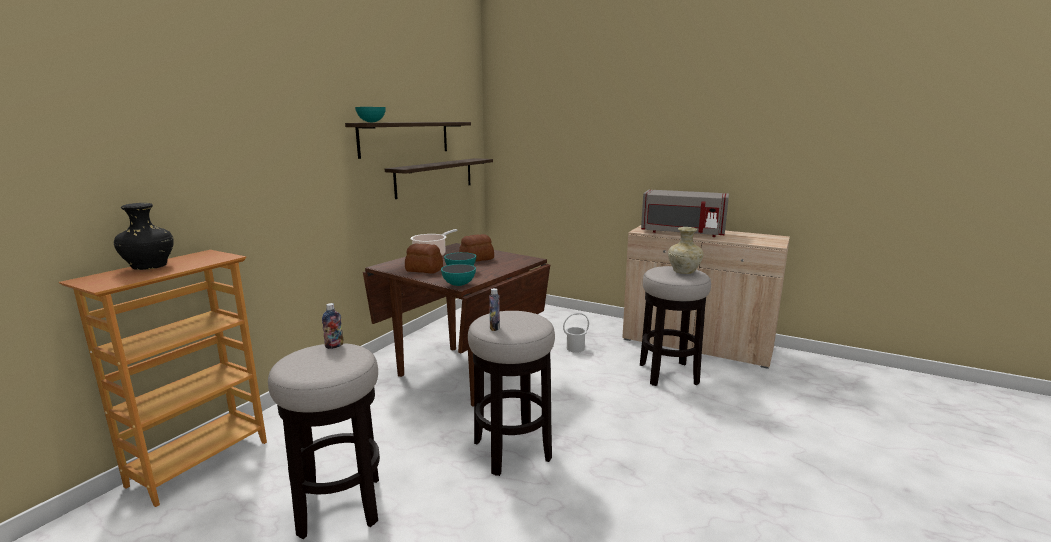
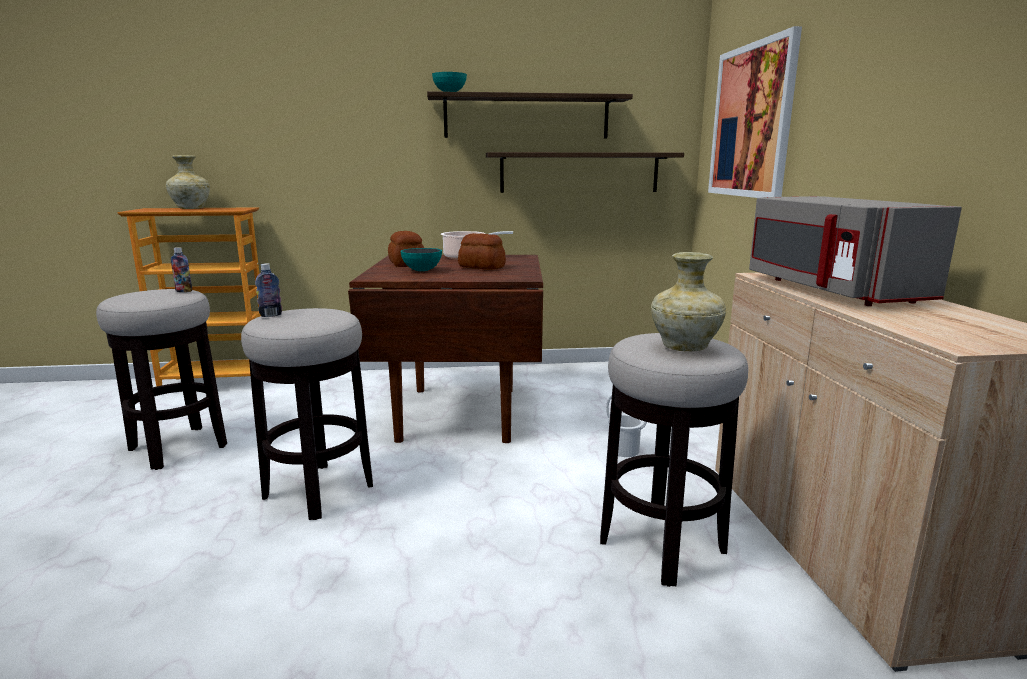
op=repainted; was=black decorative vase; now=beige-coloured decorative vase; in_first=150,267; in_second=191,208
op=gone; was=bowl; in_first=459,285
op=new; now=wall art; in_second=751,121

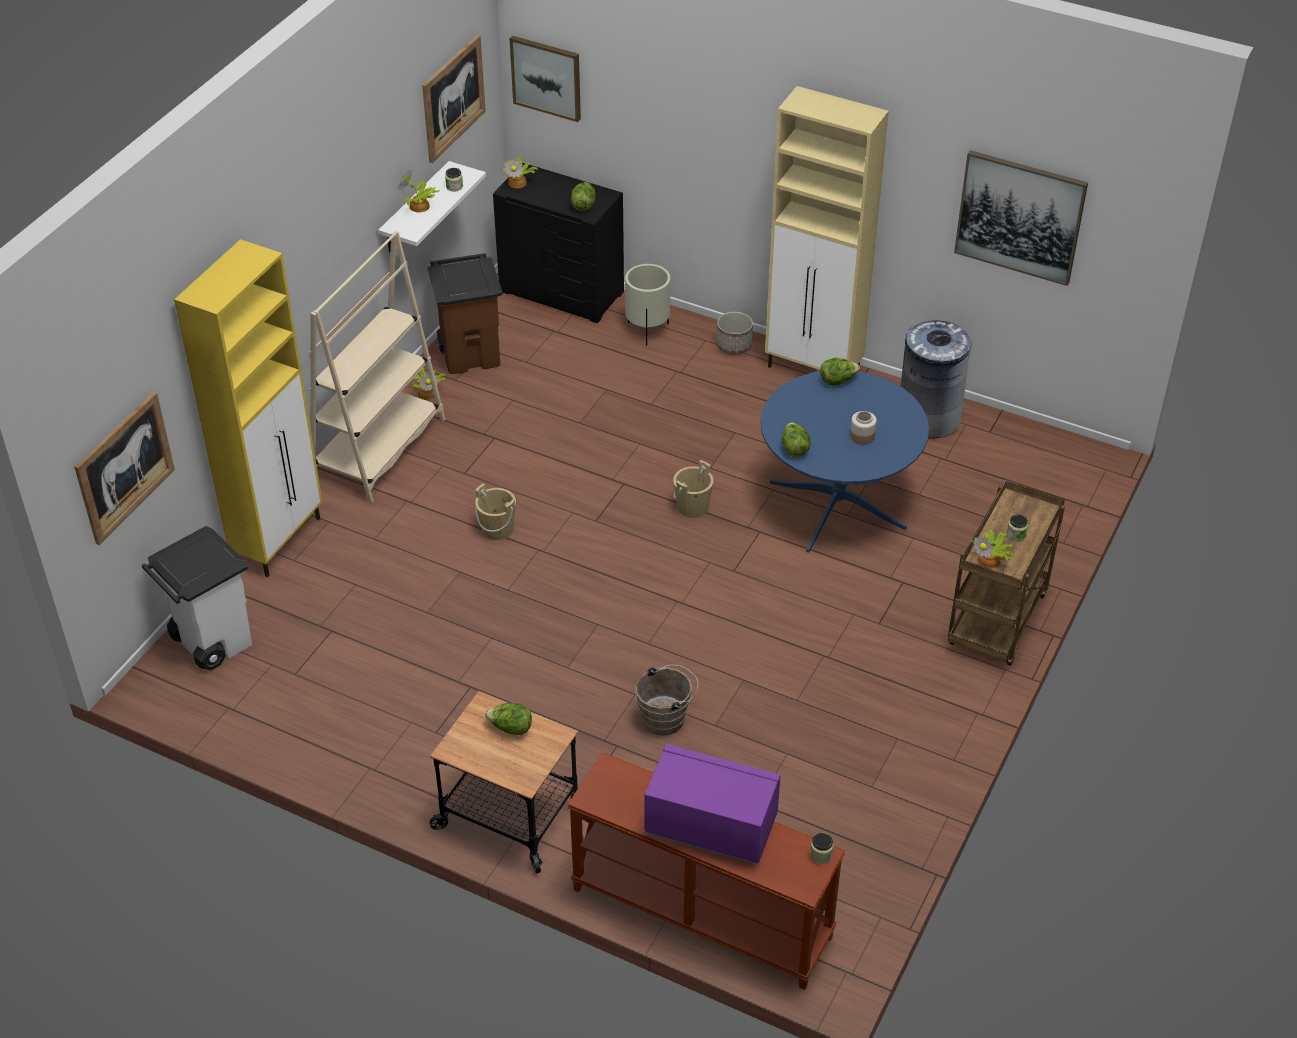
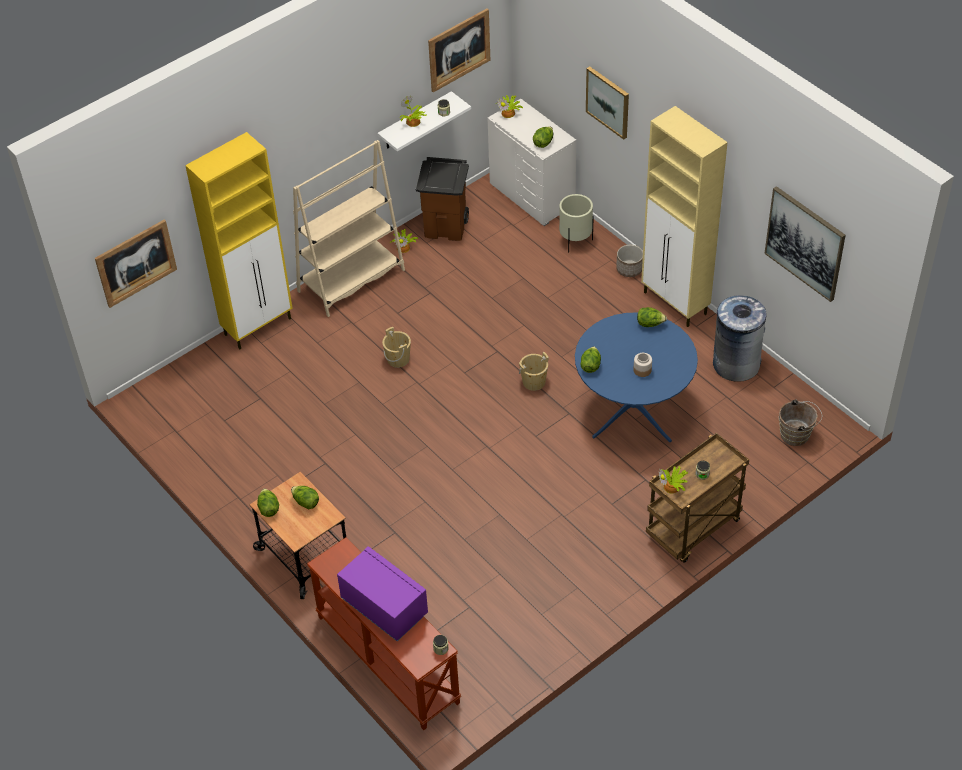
op=shifted; was=wall art; in_first=546,77; in_second=608,102
op=repainted; was=black chest of drawers; now=whitish chest of drawers; in_first=562,291; in_second=533,195
op=gone; was=whitish rubbish bin; in_first=211,641
op=shifted; was=brownish pail; in_first=667,718; in_second=797,435
op=new; now=lettuce; in_second=268,508

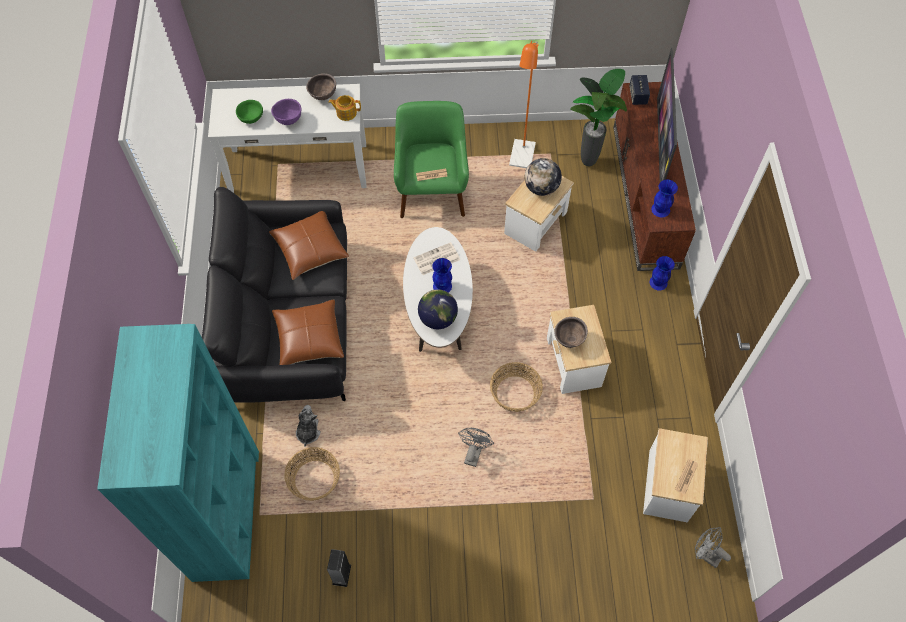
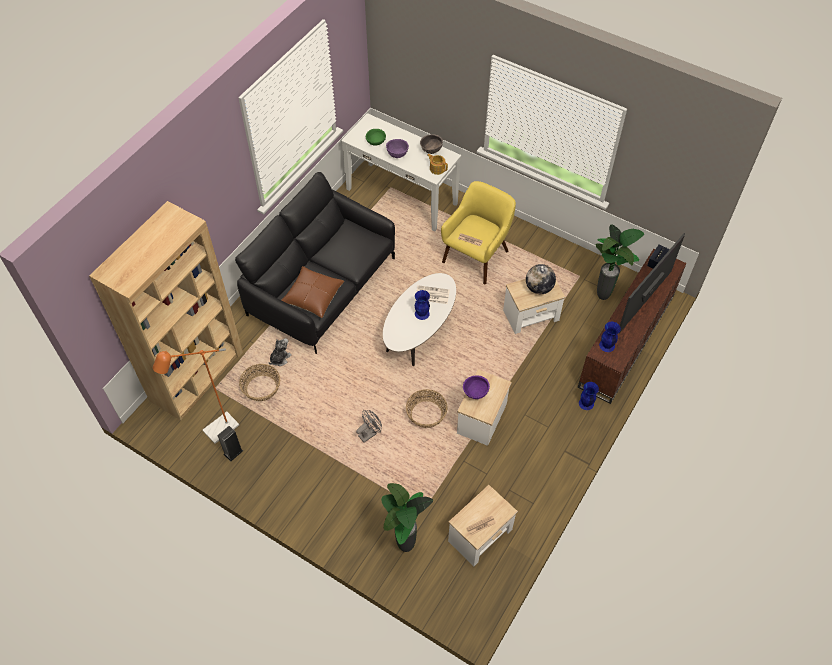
op=shifted; was=orange standing lamp; in_first=521,160; in_second=216,432
op=repainted; was=green-coloured armchair; now=yellow armchair; in_first=432,191; in_second=476,256
op=gone; was=brownish cushion; in_first=310,250
op=gone; was=globe; in_first=438,319
op=repainted; was=brownish bowl; now=purple bowl; in_first=569,339; in_second=475,393
op=repainted; was=turquoise shelving unit; now=brownish shelving unit; in_first=226,513; in_second=197,376
op=gone; was=greyish fan; in_first=705,554
op=new; now=plant in a pot; in_second=405,547

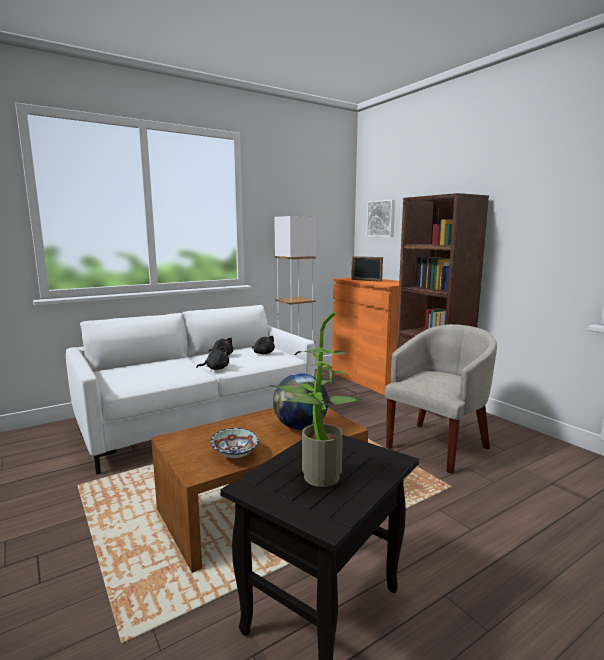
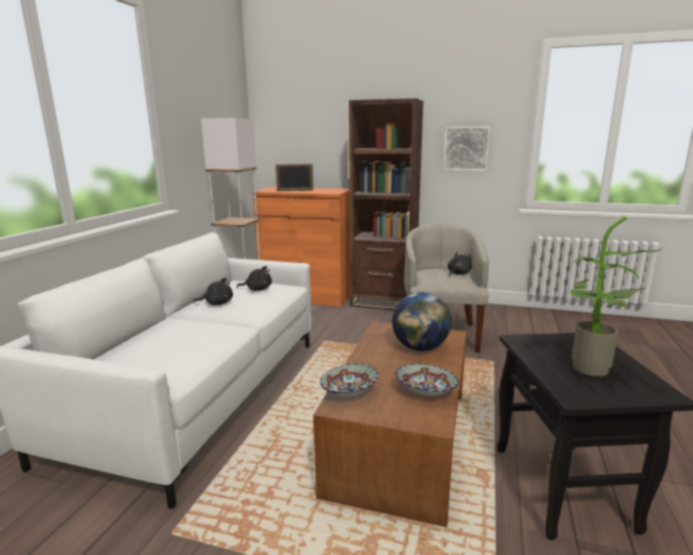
op=shifted; was=wall art; in_first=381,218; in_second=466,148
op=shifted; was=black plush toy; in_first=216,369; in_second=458,273
op=new; now=bowl; in_second=350,393

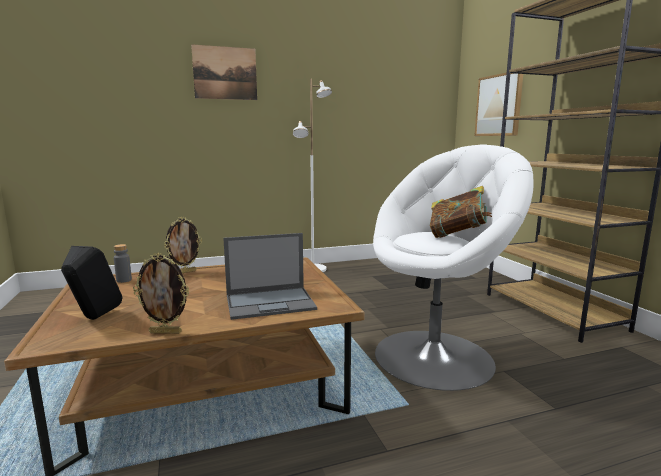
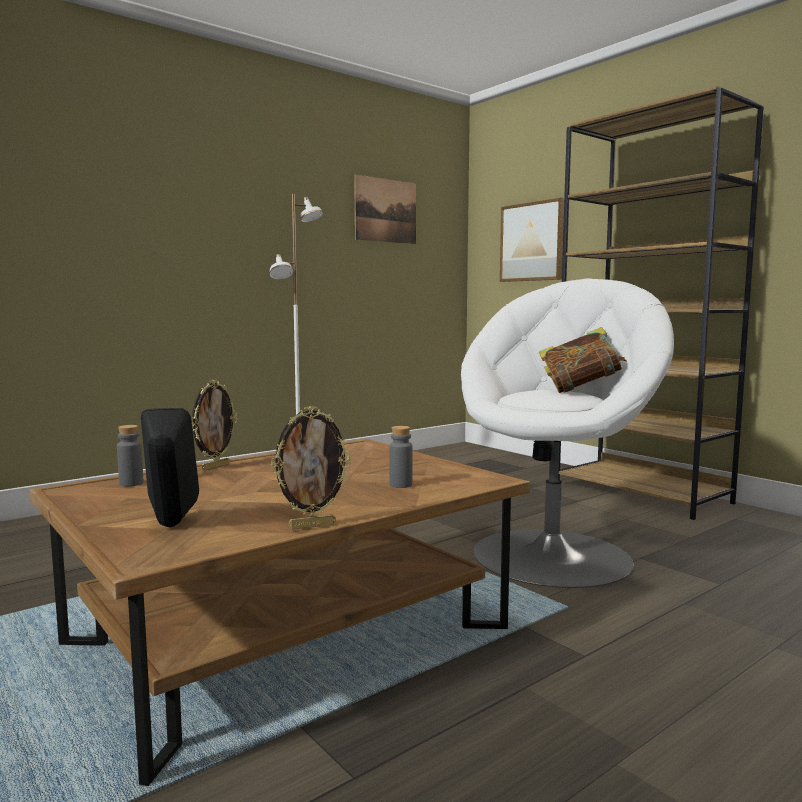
op=shifted; was=wall art; in_first=225,73; in_second=385,210
op=swapped; was=laptop; now=greyish drink bottle; in_first=271,302; in_second=400,485

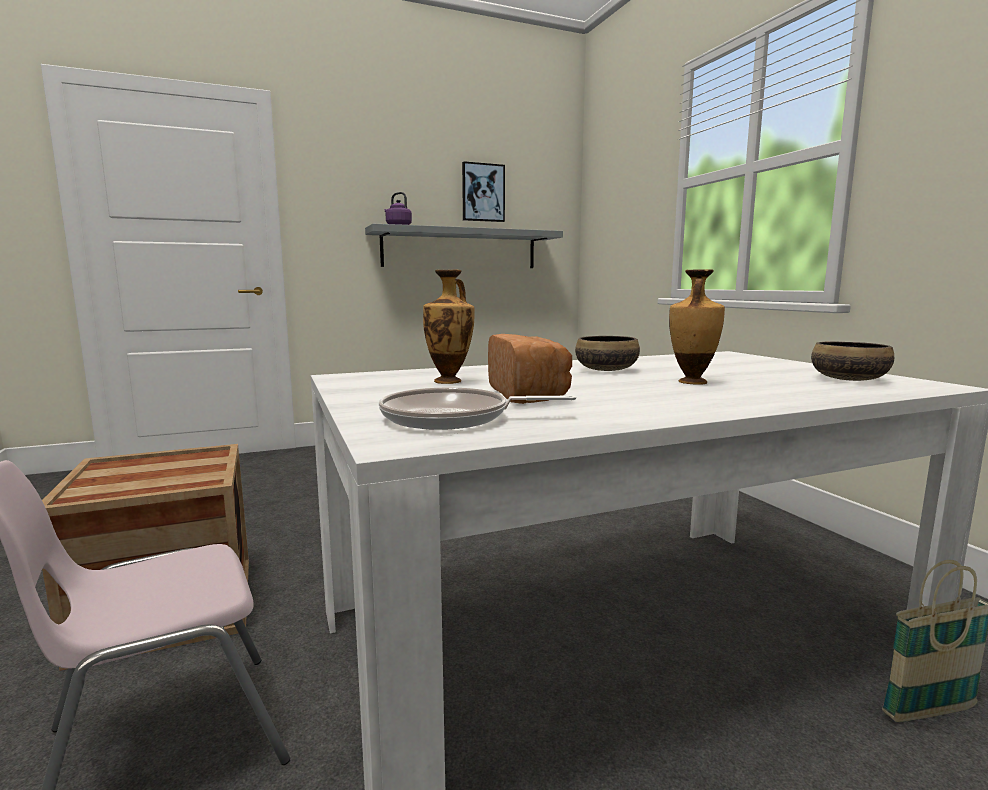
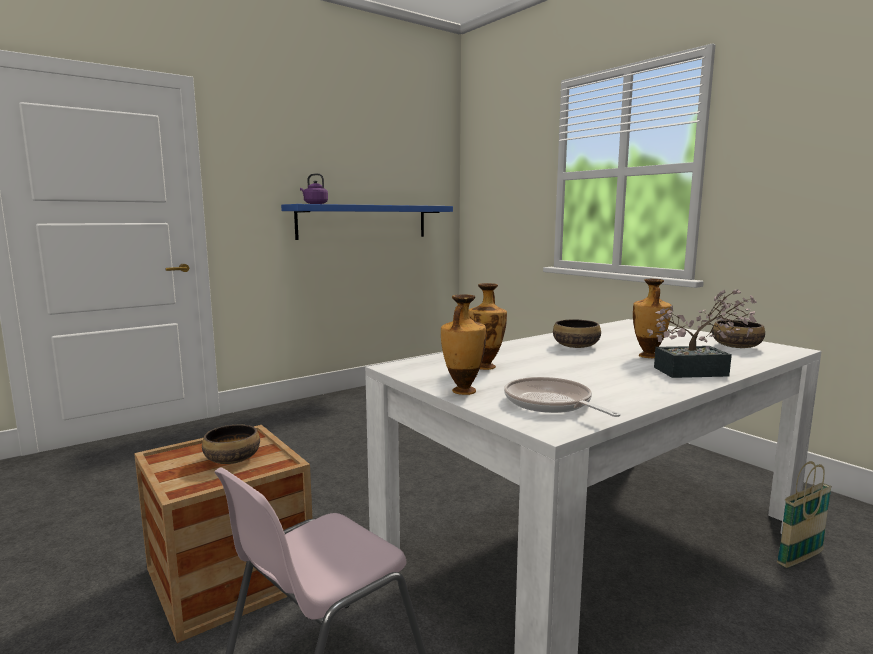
op=gone; was=wall art; in_first=483,192
op=repainted; was=greyish bracket shelf; now=bluish bracket shelf; in_first=460,249; in_second=363,222
op=gone; was=bakery bread; in_first=529,394
op=rotated; was=pan; in_first=453,418; in_second=551,404; clockwise=75
op=new; now=plant in a pot; in_second=698,371
op=new; now=decorative vase; in_second=462,391
op=new; now=bowl; in_second=232,459

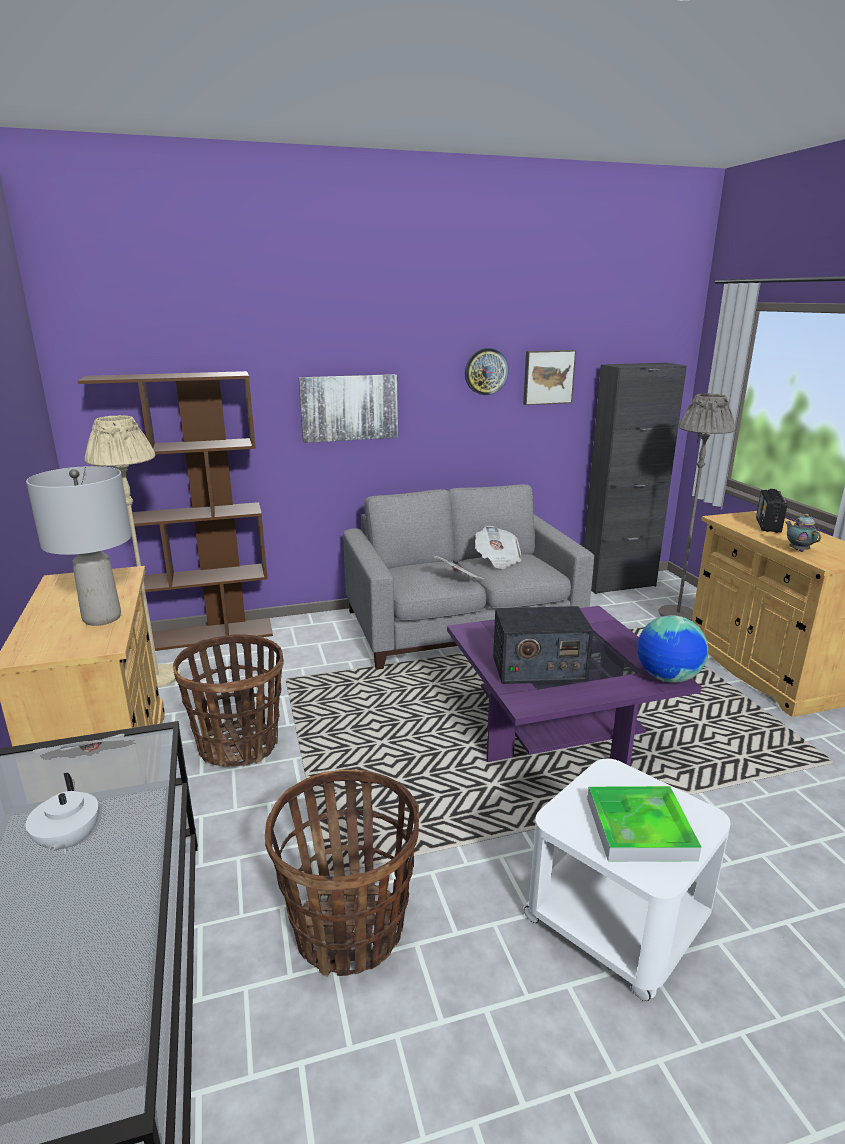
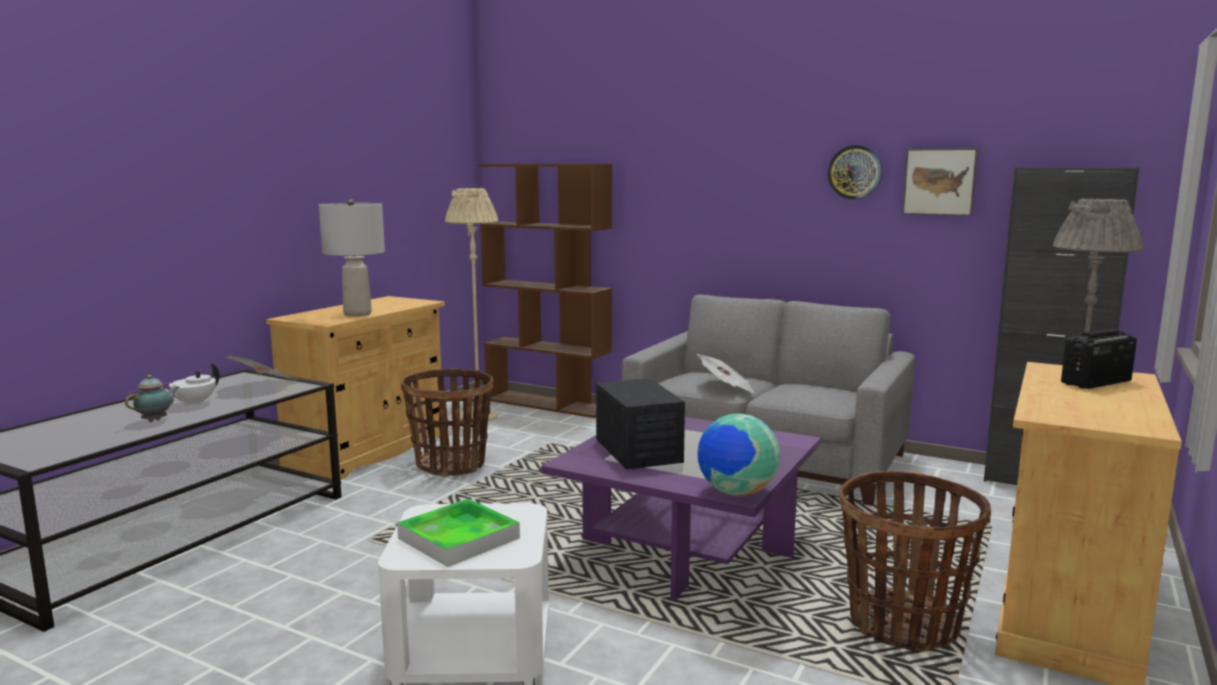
op=gone; was=wall art; in_first=349,407
op=shifted; was=teapot; in_first=797,550; in_second=156,420
op=gone; was=daily paper; in_first=497,560
op=rotated; was=radio set; in_first=538,668; in_second=638,450; clockwise=-150
op=shifted; was=household basket; in_first=349,930; in_second=903,624

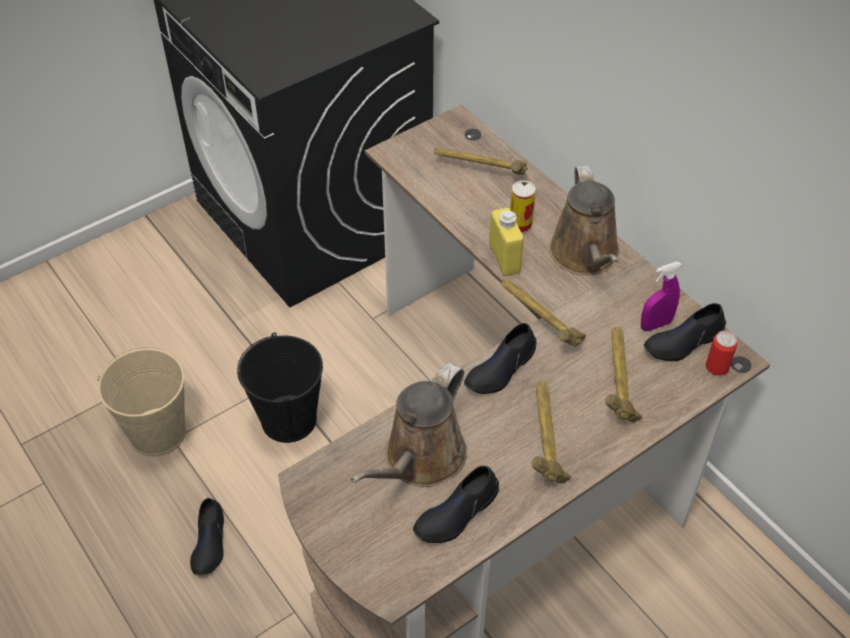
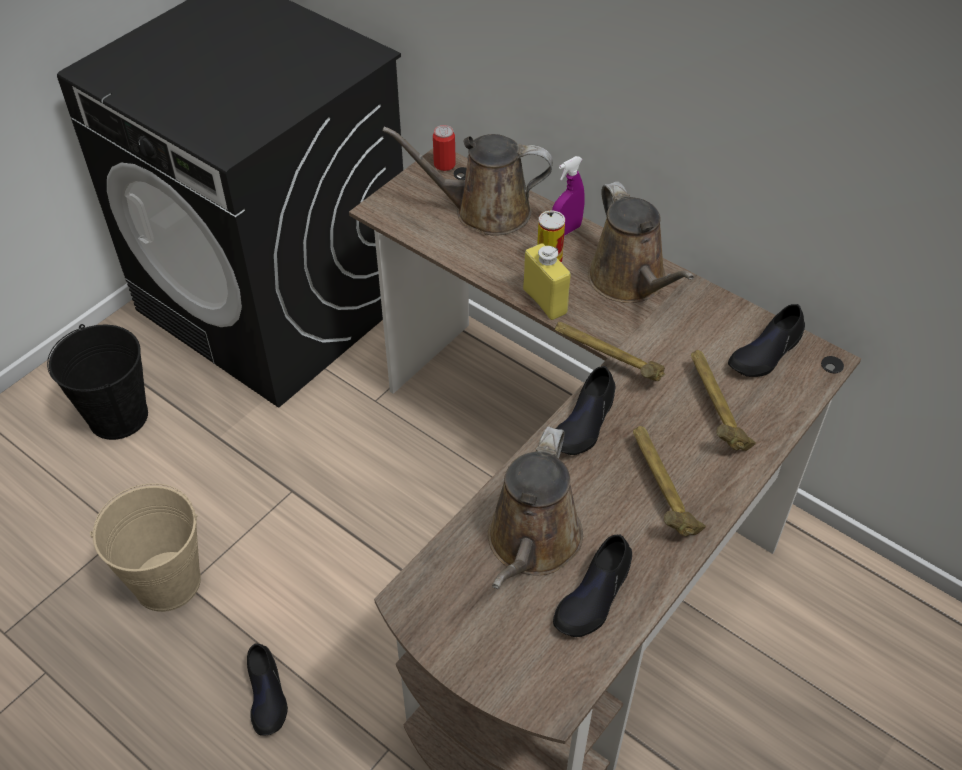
op=swapped; was=hand hammer; now=brownish sprinkling can; in_first=480,170; in_second=484,211
op=shifted; was=purple hand sprayer; in_first=655,324; in_second=566,231
op=shifted; was=sealed can; in_first=717,367; in_second=444,164
op=shifted; was=black pail; in_first=289,419; in_second=118,416

